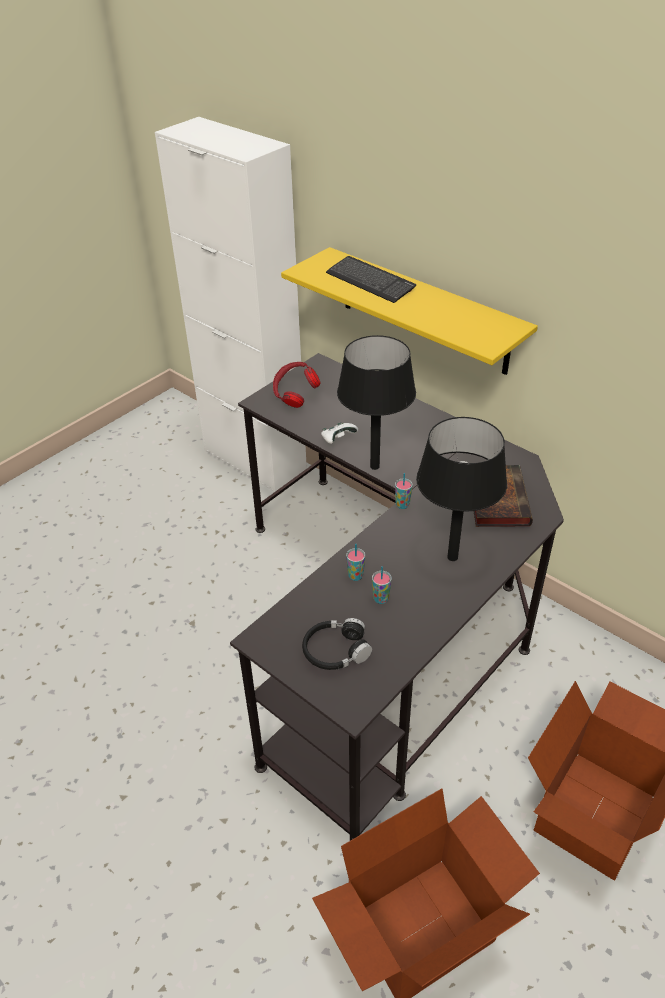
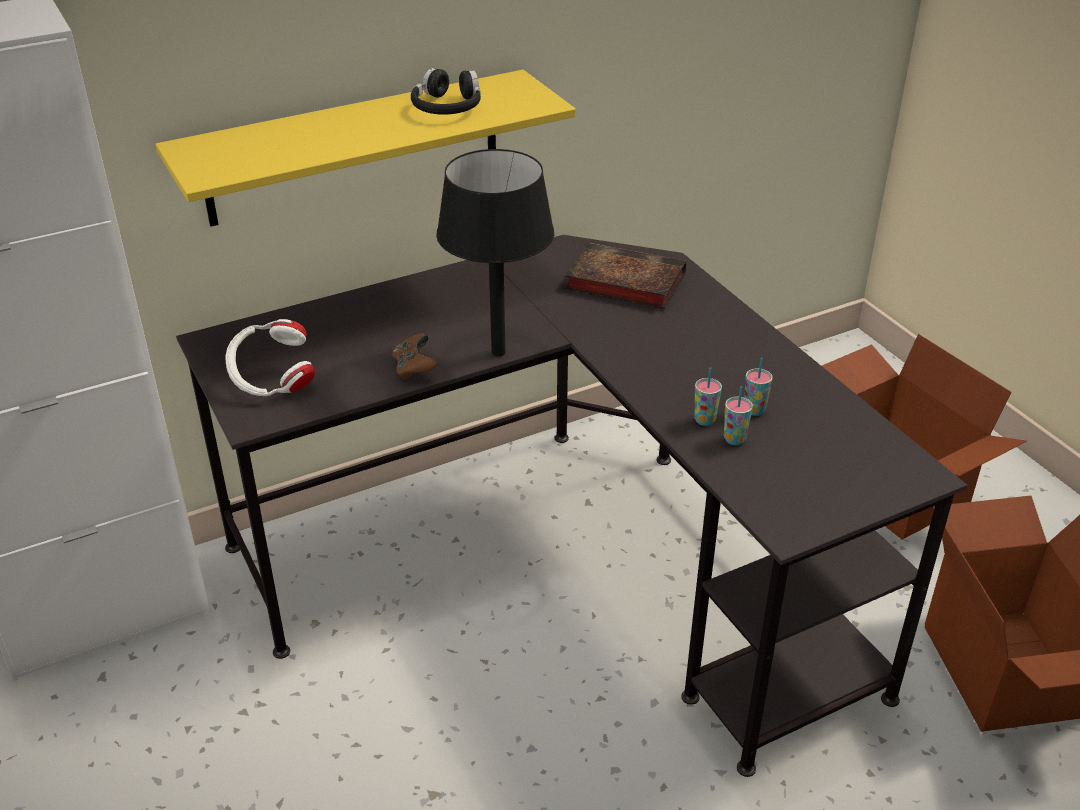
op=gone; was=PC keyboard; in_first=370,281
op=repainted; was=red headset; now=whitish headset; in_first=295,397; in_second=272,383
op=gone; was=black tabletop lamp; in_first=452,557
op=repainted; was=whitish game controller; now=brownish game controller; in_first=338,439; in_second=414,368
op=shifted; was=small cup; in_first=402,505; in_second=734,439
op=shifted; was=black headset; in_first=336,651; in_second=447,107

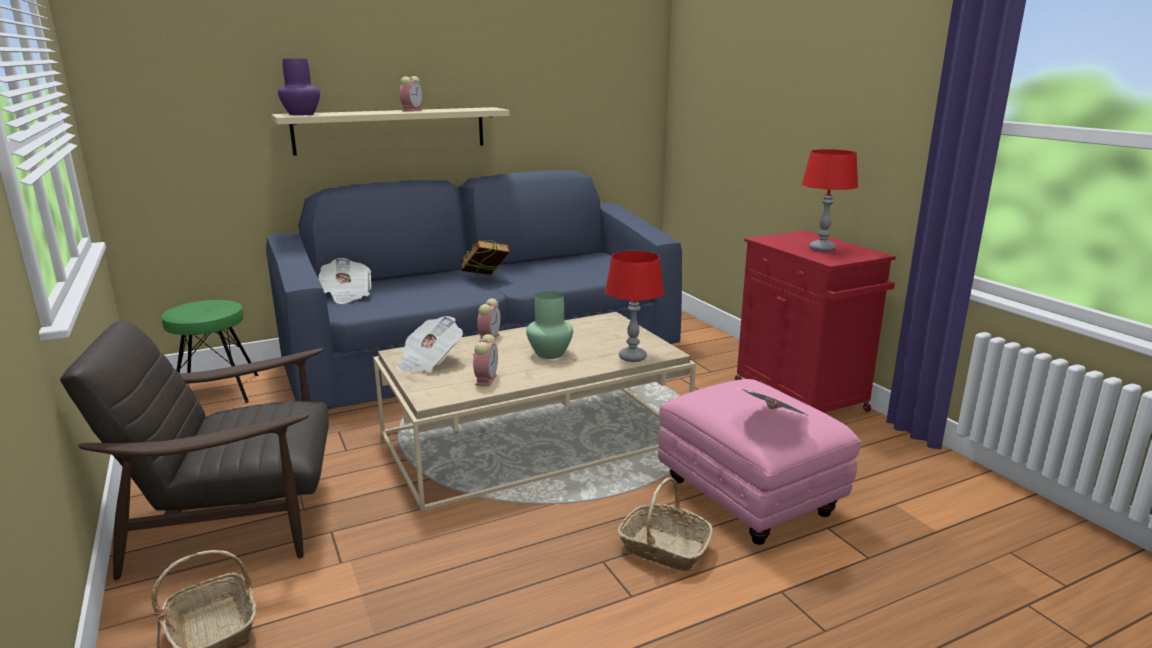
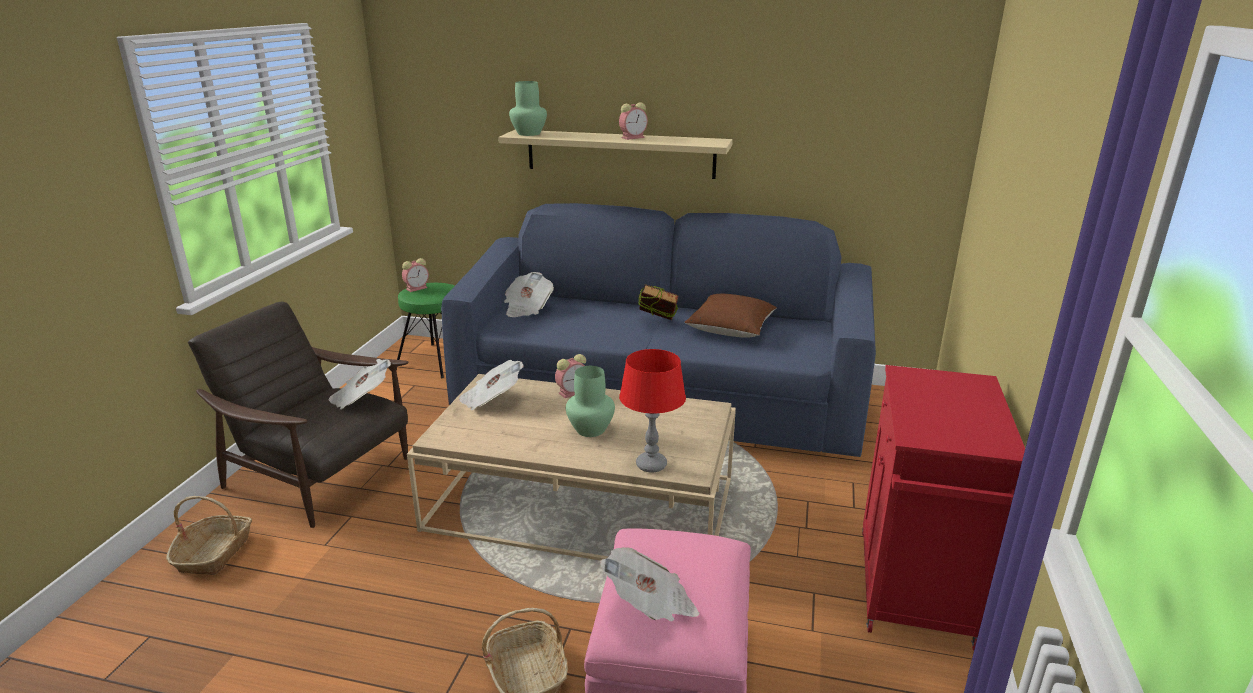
op=repainted; was=purple decorative vase; now=green-coloured decorative vase; in_first=301,114; in_second=528,134
op=gone; was=red tabletop lamp; in_first=821,249
op=shifted; was=table clock; in_first=486,379; in_second=417,288
op=new; now=brownish cushion; in_second=730,330
op=new; now=daily paper; in_second=361,398

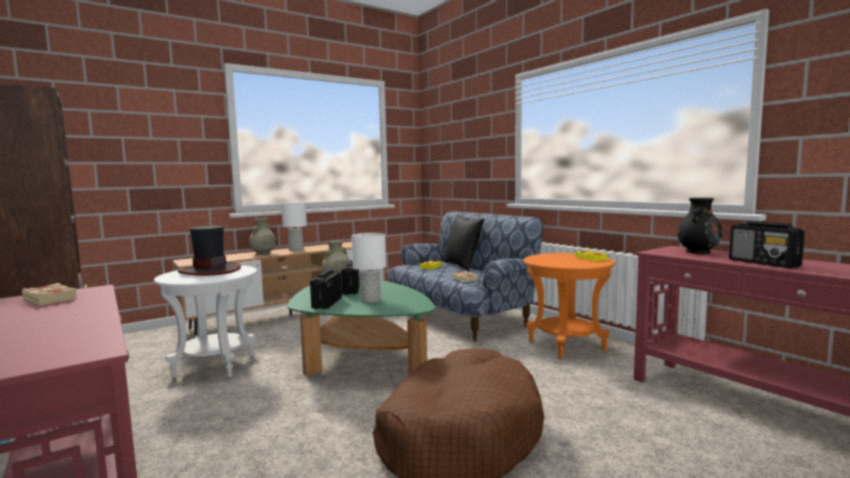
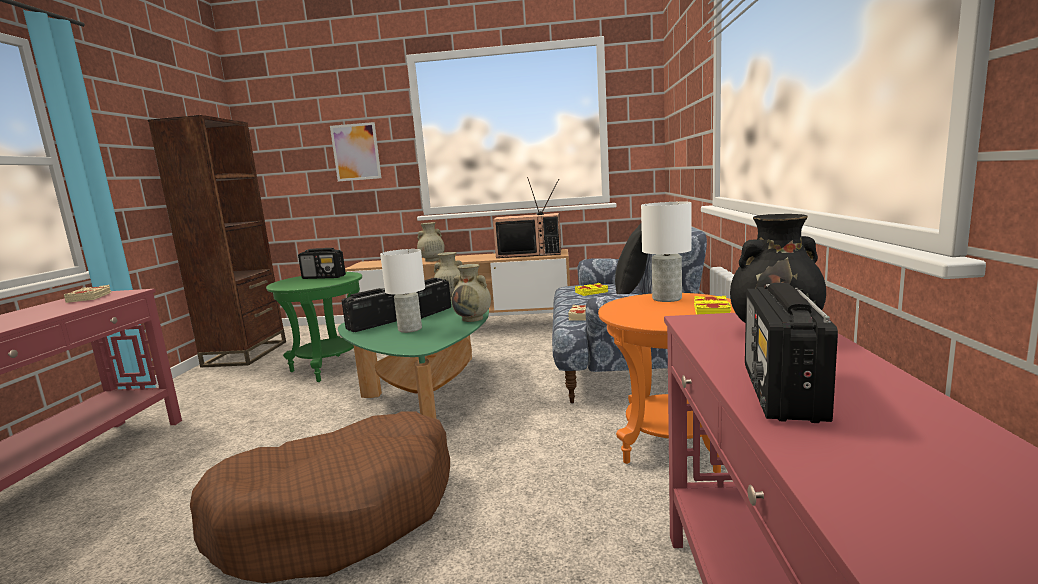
op=shifted; was=whitish tabletop lamp; in_first=296,250; in_second=668,298
op=swapped; was=clothing hat; now=radio set; in_first=210,270; in_second=324,277
op=repainted; was=whitish side table; now=green-coloured side table; in_first=215,366; in_second=329,368
op=new; now=wall art; in_second=356,152
op=new; now=TV set; in_second=530,253
op=new; now=beige-coloured decorative vase; in_second=473,319

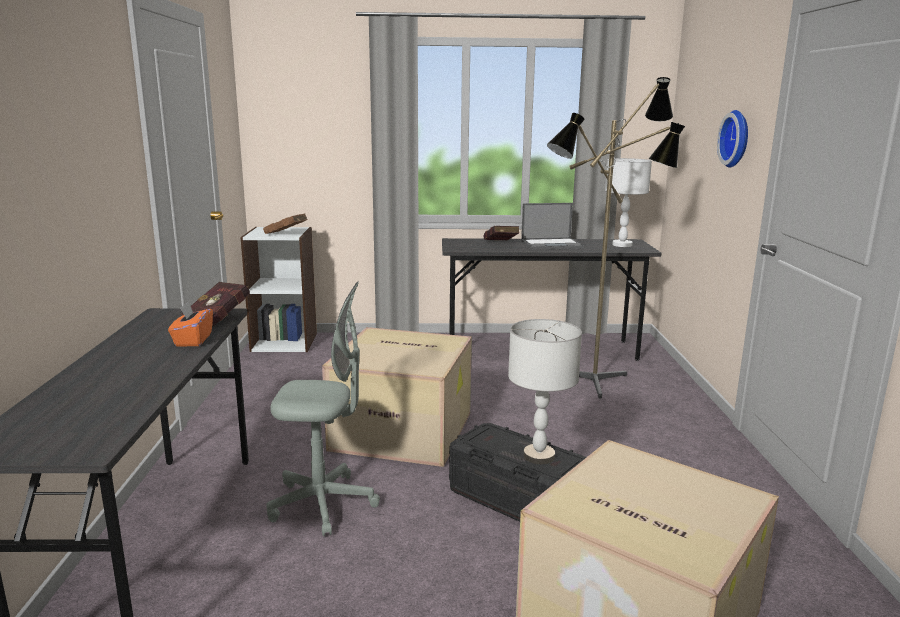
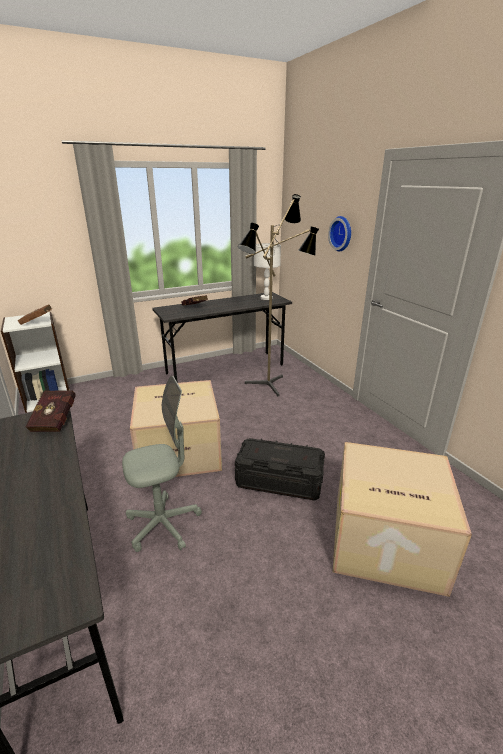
op=gone; was=laptop; in_first=552,244
op=gone; was=orange tissue box; in_first=193,340
op=gone; was=greyish tabletop lamp; in_first=538,456

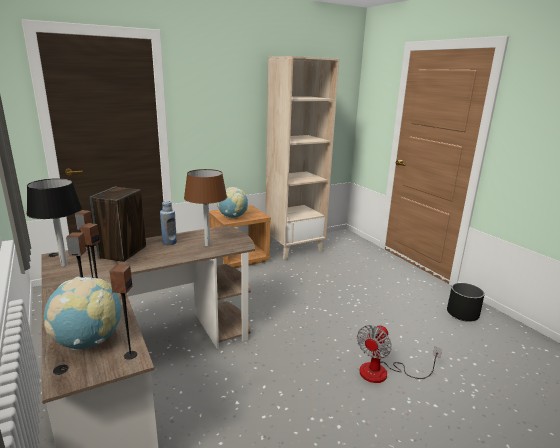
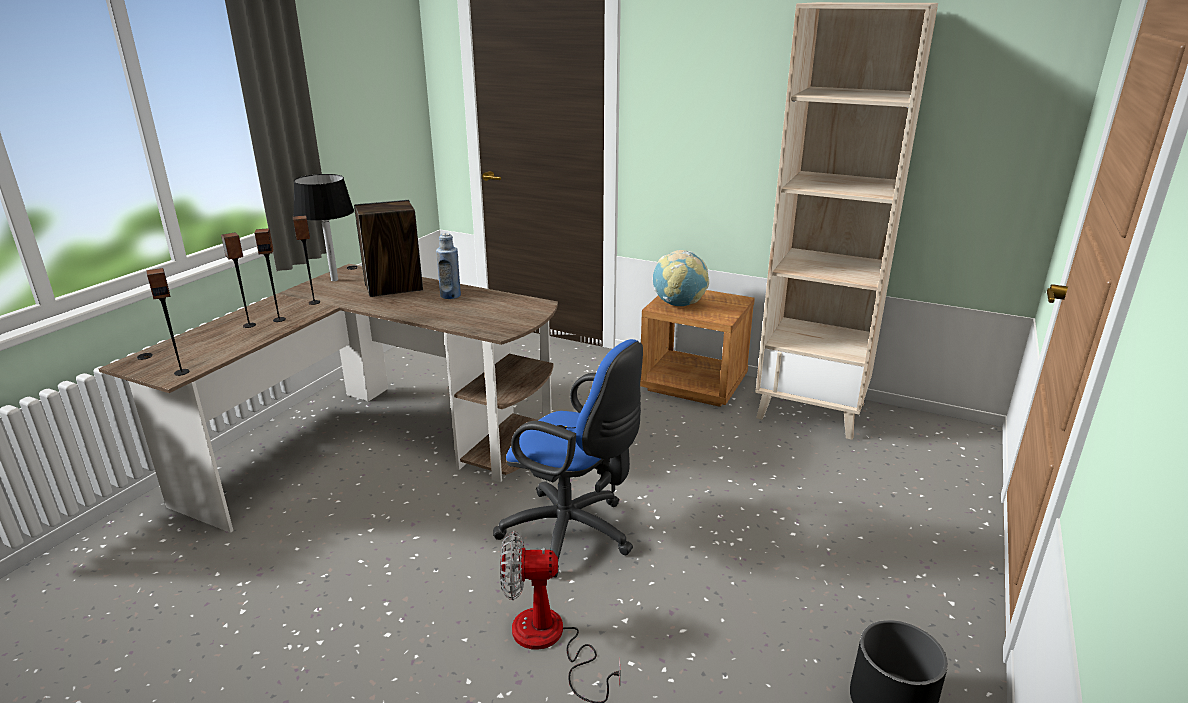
op=gone; was=brownish tabletop lamp; in_first=207,245
op=gone; was=globe; in_first=88,342
op=new; now=bluish office chair; in_second=573,534

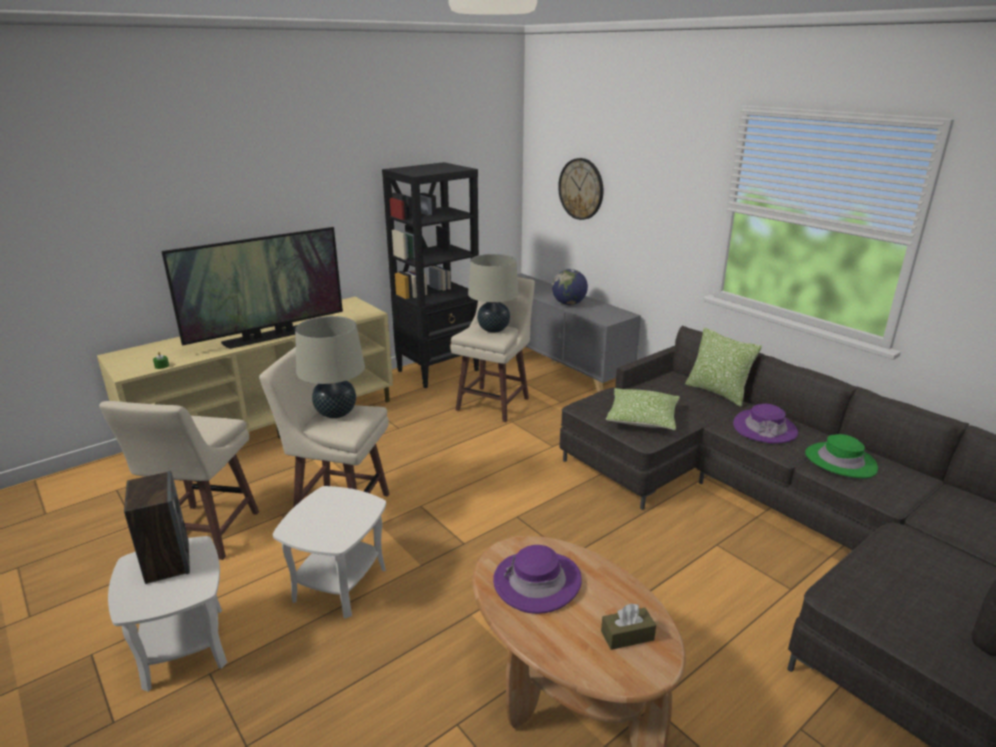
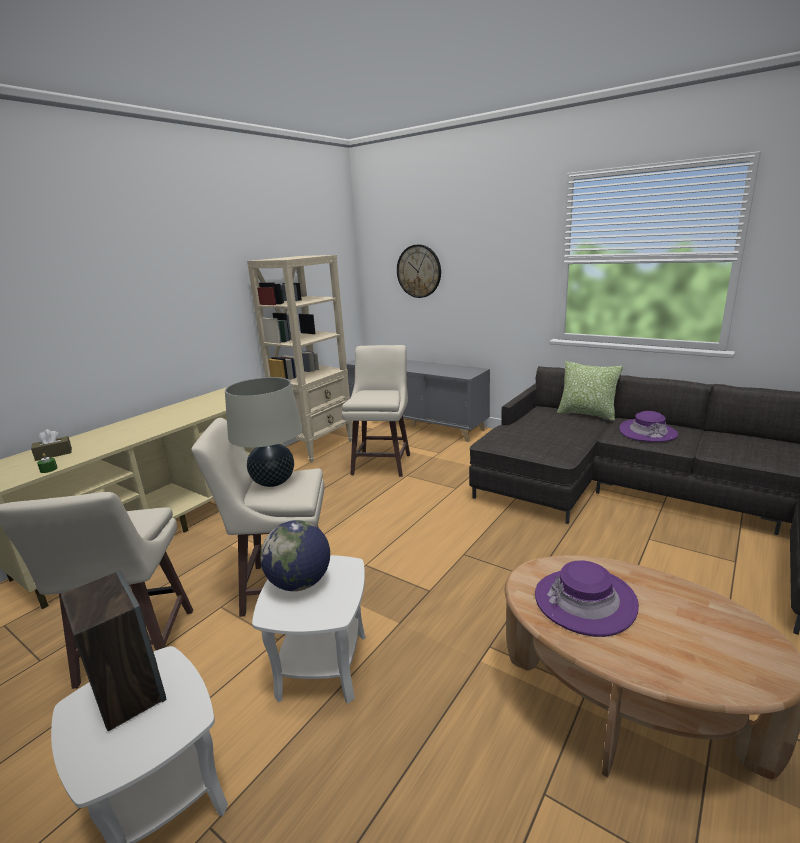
op=repainted; was=black shelving unit; now=beige-coloured shelving unit; in_first=439,370; in_second=316,446
op=gone; was=TV set; in_first=268,337
op=gone; was=beige-coloured tabletop lamp; in_first=493,329
op=shifted; was=globe; in_first=569,304; in_second=300,583
op=gone; was=cushion; in_first=642,419
op=gone; was=green-coloured clothing hat; in_first=840,461
op=shifted; was=brownish tissue box; in_first=627,635; in_second=54,454

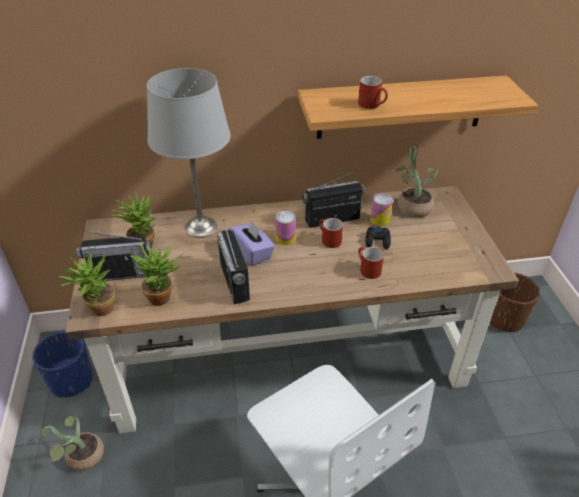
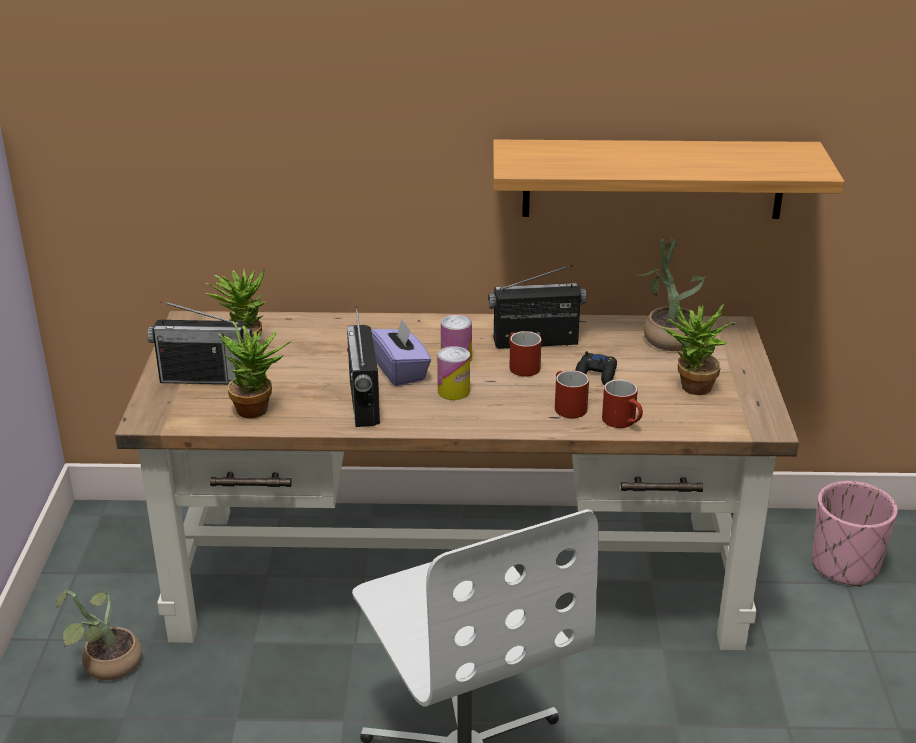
op=gone; was=greyish tabletop lamp; in_first=201,227
op=shifted; was=red tea mug; in_first=373,105; in_second=624,422
op=shifted; was=sealed can; in_first=379,220; in_second=453,391
op=shifted; was=plant in a pot; in_first=98,310; in_second=691,389
op=repainted; was=brownish planter; now=pink-coloured planter; in_first=504,318; in_second=845,565
op=gone; was=bluish planter; in_first=71,381

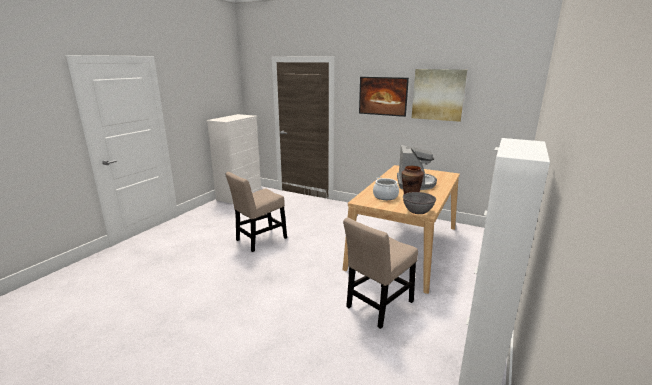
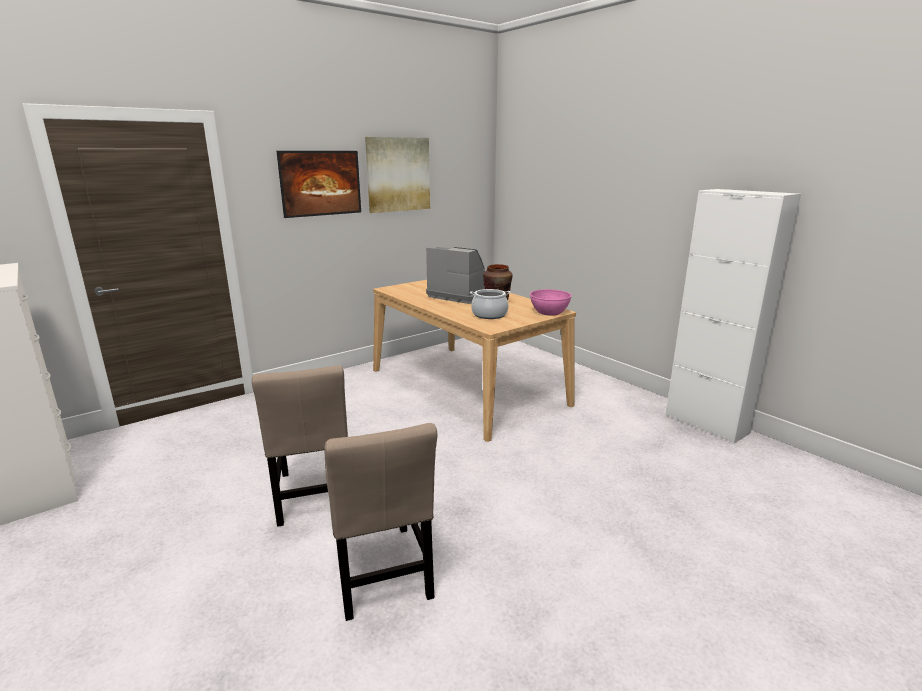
op=repainted; was=greyish bowl; now=pink-coloured bowl; in_first=417,211; in_second=549,312
op=shifted; was=beige-coloured upright chair; in_first=378,306; in_second=382,574

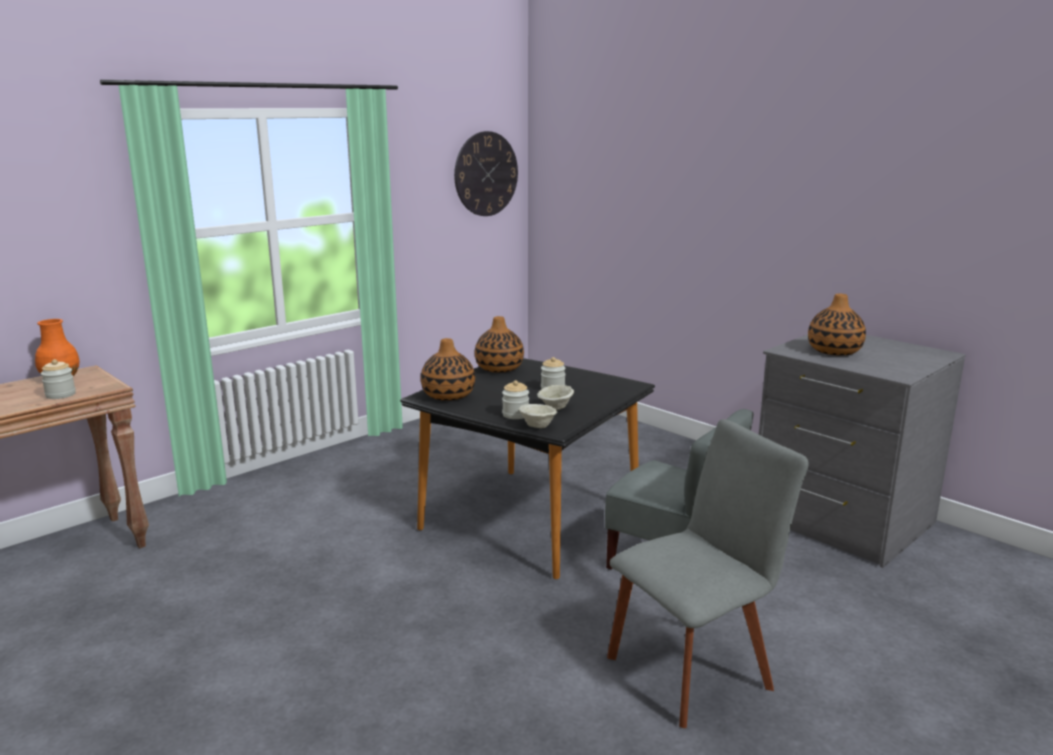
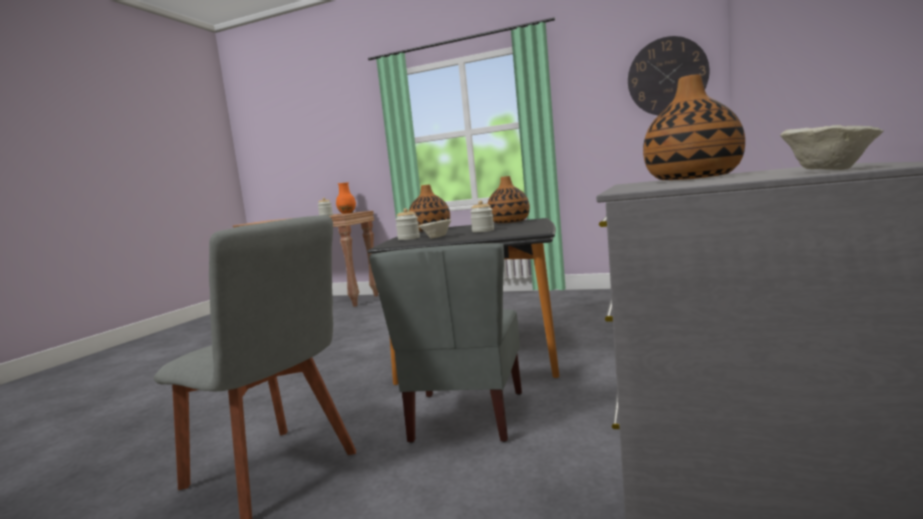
op=shifted; was=beige-coloured bowl; in_first=537,426; in_second=827,171

